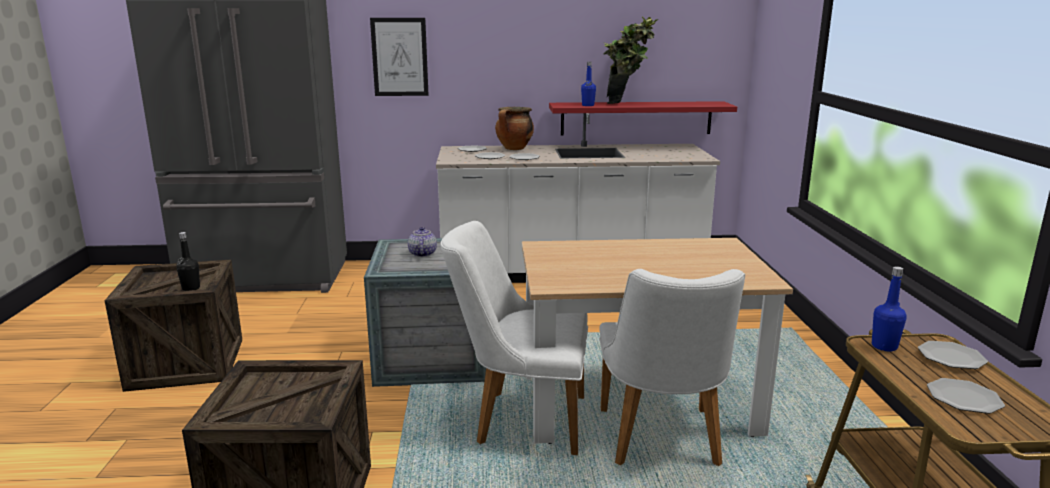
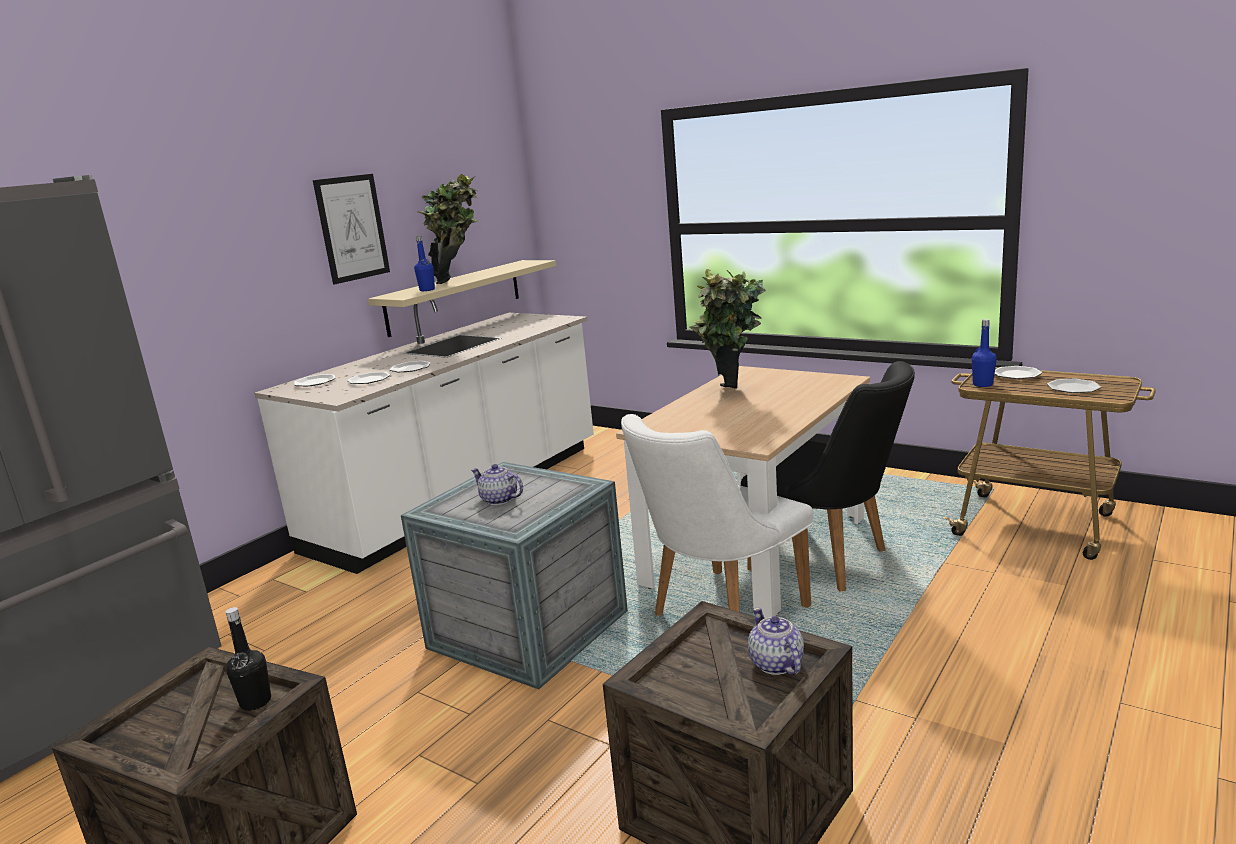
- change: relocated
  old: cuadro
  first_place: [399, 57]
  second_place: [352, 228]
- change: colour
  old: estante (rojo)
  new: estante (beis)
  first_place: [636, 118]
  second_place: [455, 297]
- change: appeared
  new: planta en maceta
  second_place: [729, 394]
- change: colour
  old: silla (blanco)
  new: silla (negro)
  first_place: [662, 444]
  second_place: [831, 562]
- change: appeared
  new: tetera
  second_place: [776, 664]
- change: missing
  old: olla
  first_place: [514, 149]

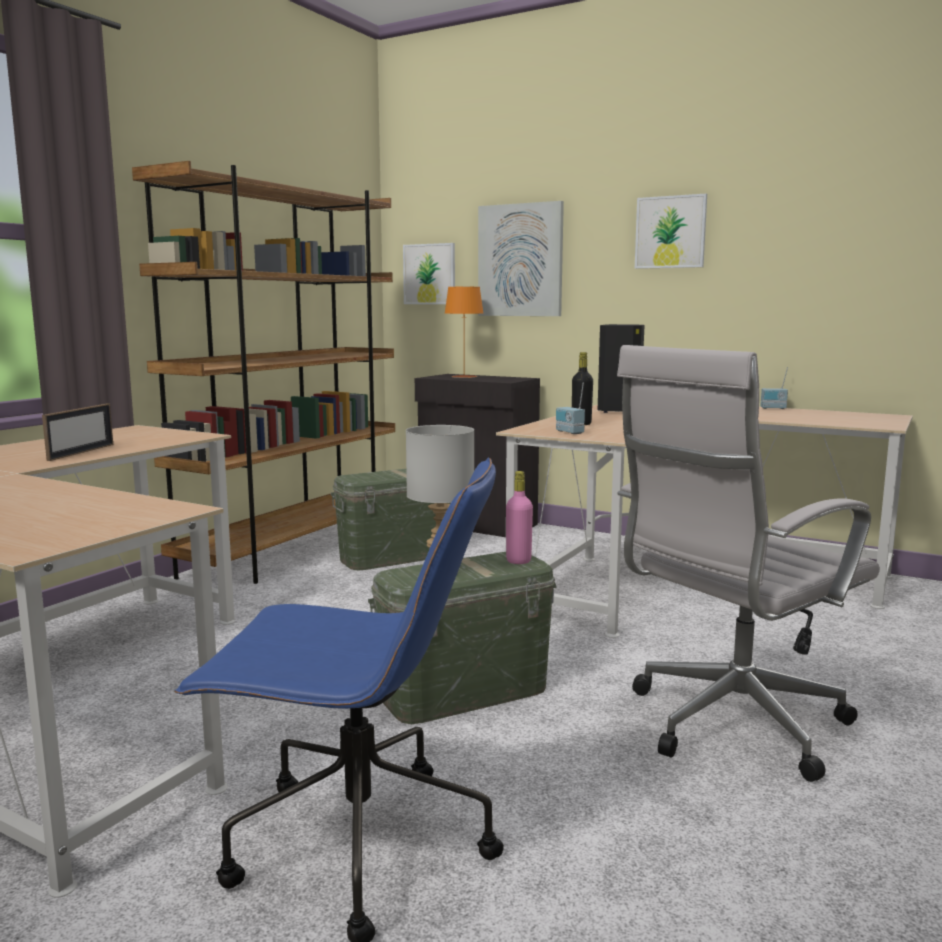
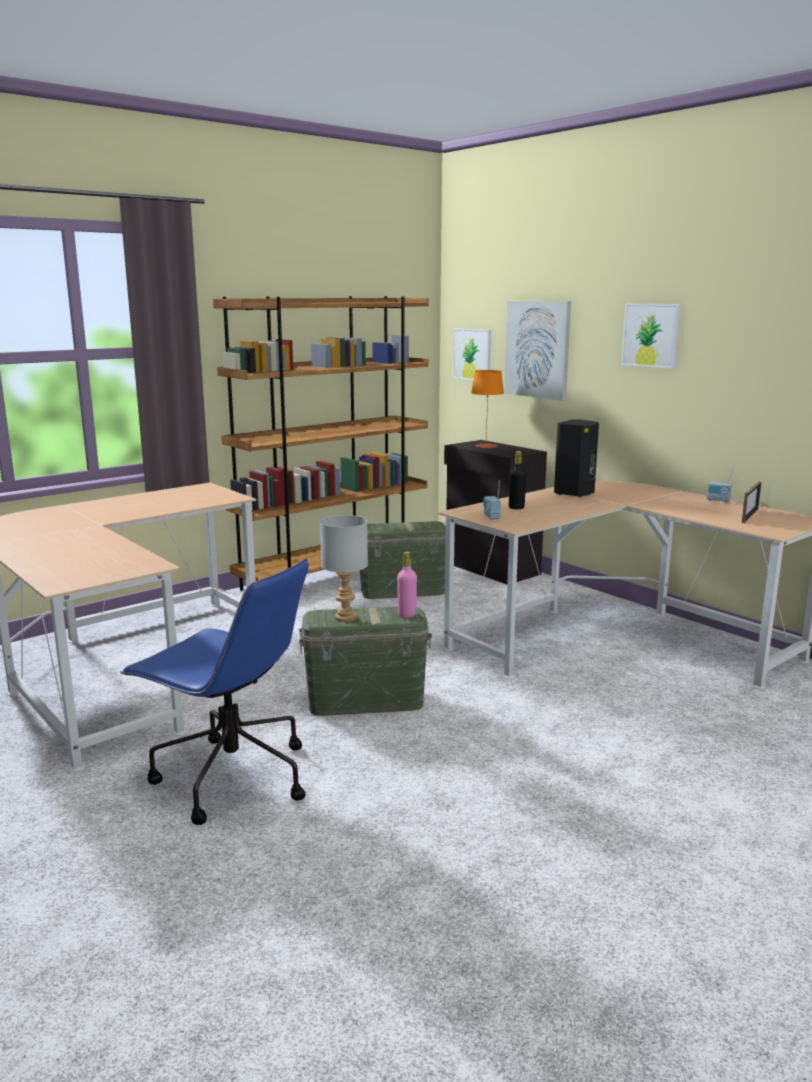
- change: relocated
  old: portarretratos
  first_place: [81, 452]
  second_place: [750, 516]
- change: missing
  old: silla de oficina (blanco)
  first_place: [729, 726]

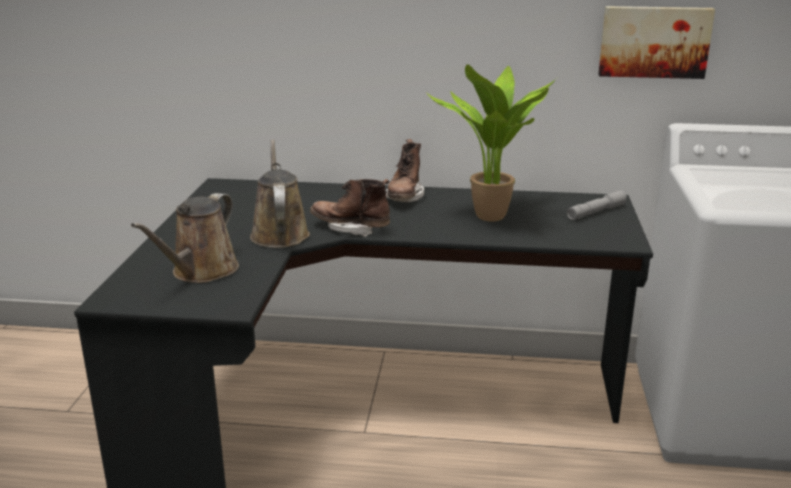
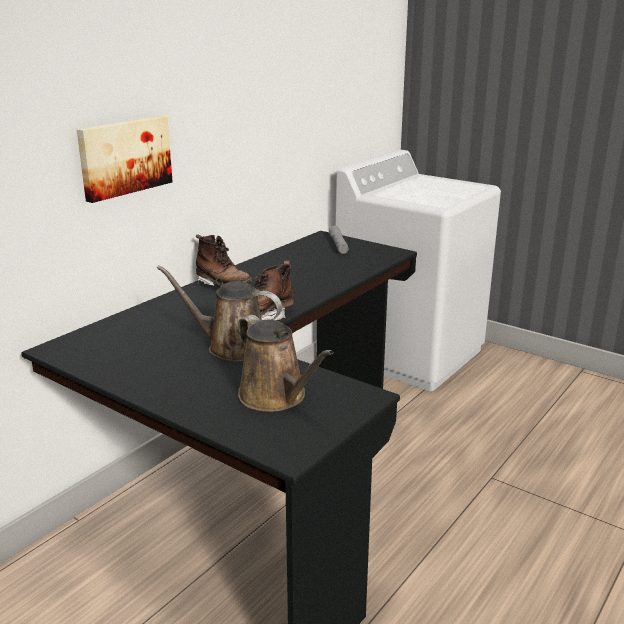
- change: relocated
  old: cuadro
  first_place: [654, 41]
  second_place: [124, 157]
- change: missing
  old: planta en maceta
  first_place: [494, 219]

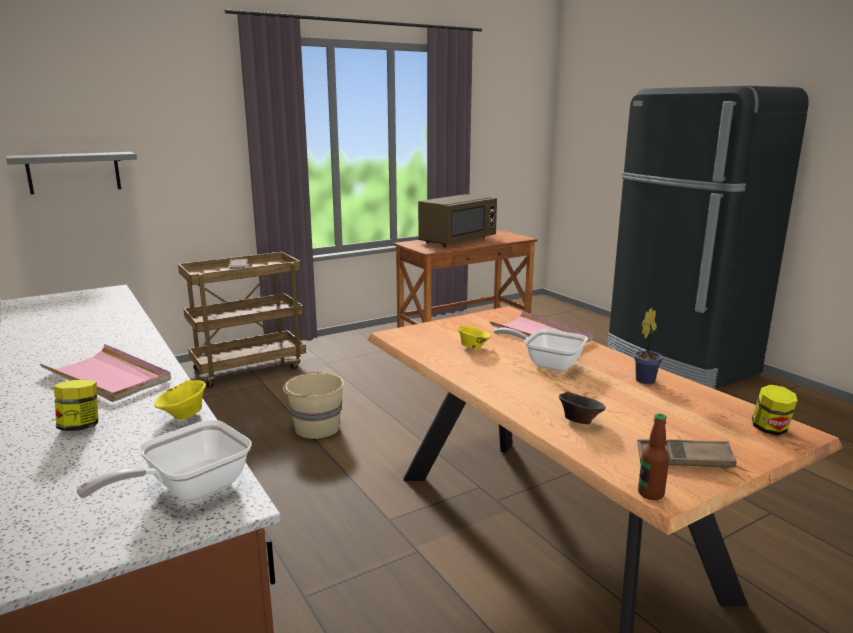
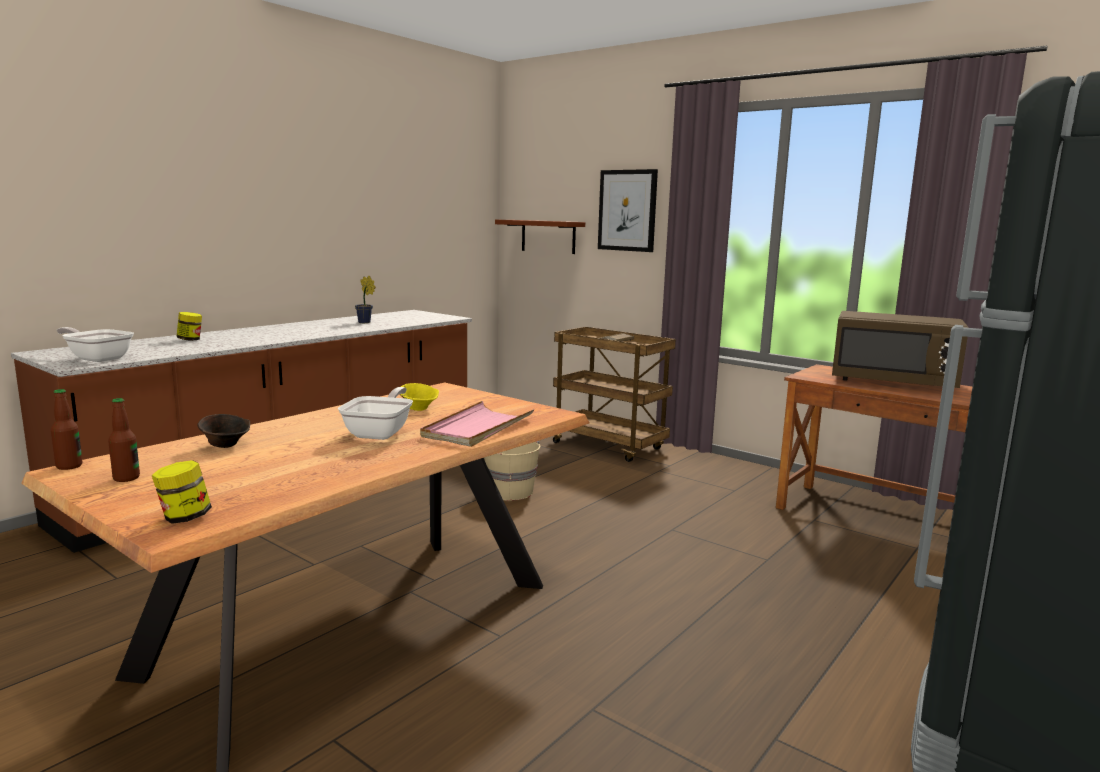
- change: exchanged
  old: bandeja (marrón)
  new: botella
  first_place: [683, 460]
  second_place: [126, 478]
- change: relocated
  old: planta en maceta
  first_place: [646, 379]
  second_place: [365, 322]
- change: colour
  old: estante (gris)
  new: estante (marrón)
  first_place: [74, 172]
  second_place: [548, 236]
- change: appeared
  new: cuadro
  second_place: [627, 210]
- change: missing
  old: bandeja (rosa)
  first_place: [108, 377]
- change: missing
  old: cuenco (amarillo)
  first_place: [183, 415]

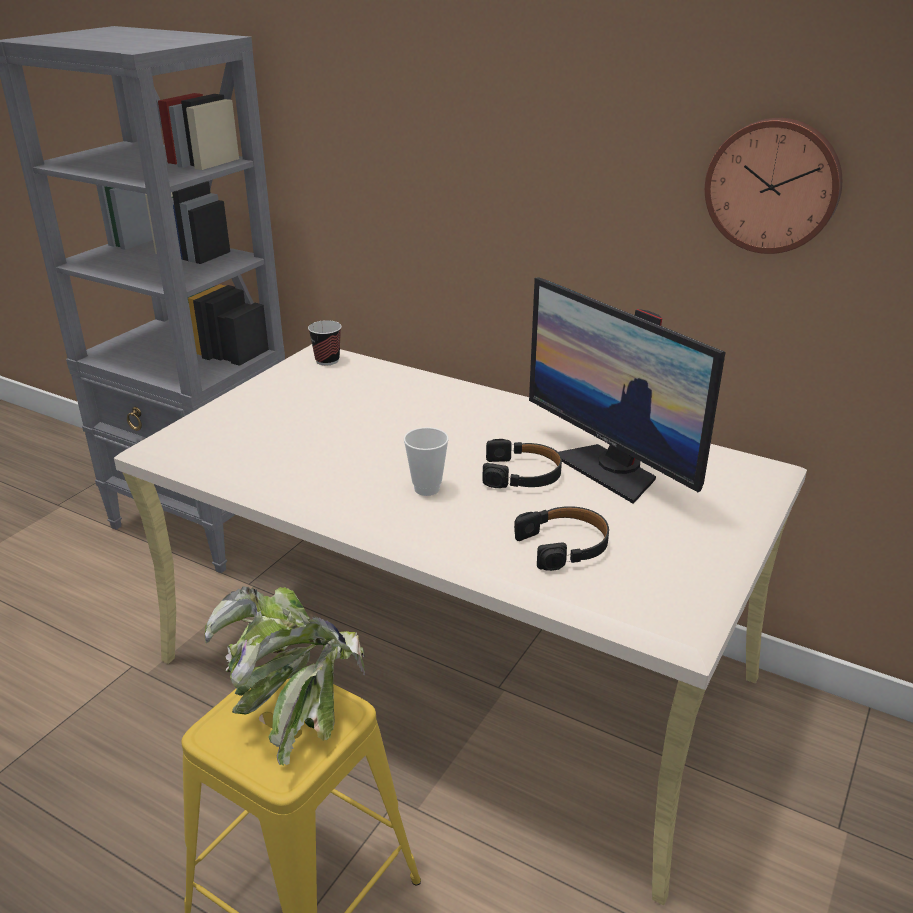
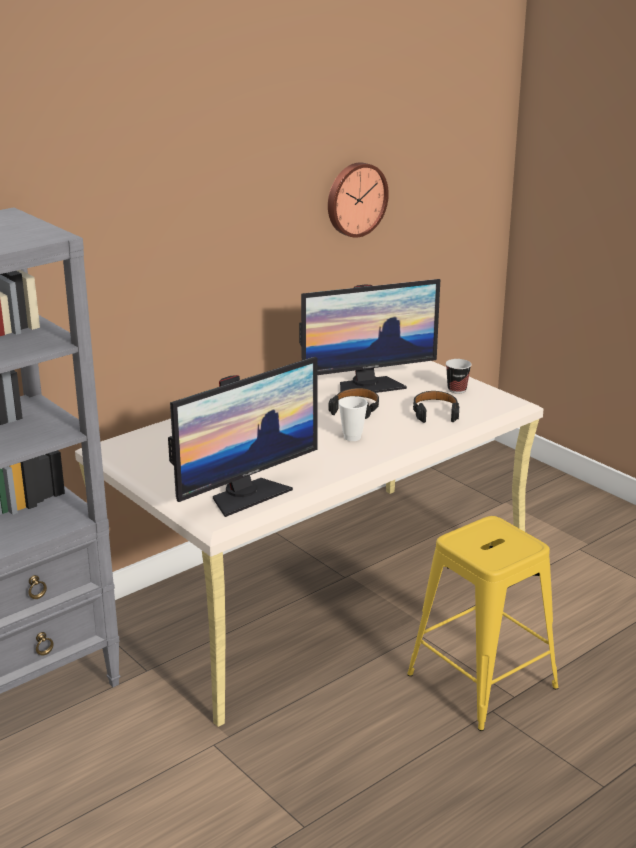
- change: appeared
  new: monitor
  second_place: [246, 495]
- change: relocated
  old: taza
  first_place: [327, 360]
  second_place: [457, 390]
- change: missing
  old: planta en maceta
  first_place: [301, 708]

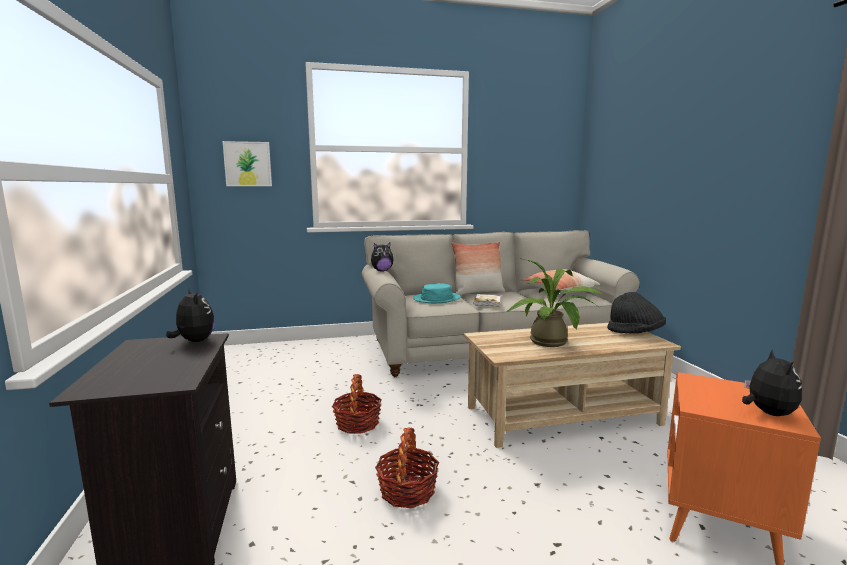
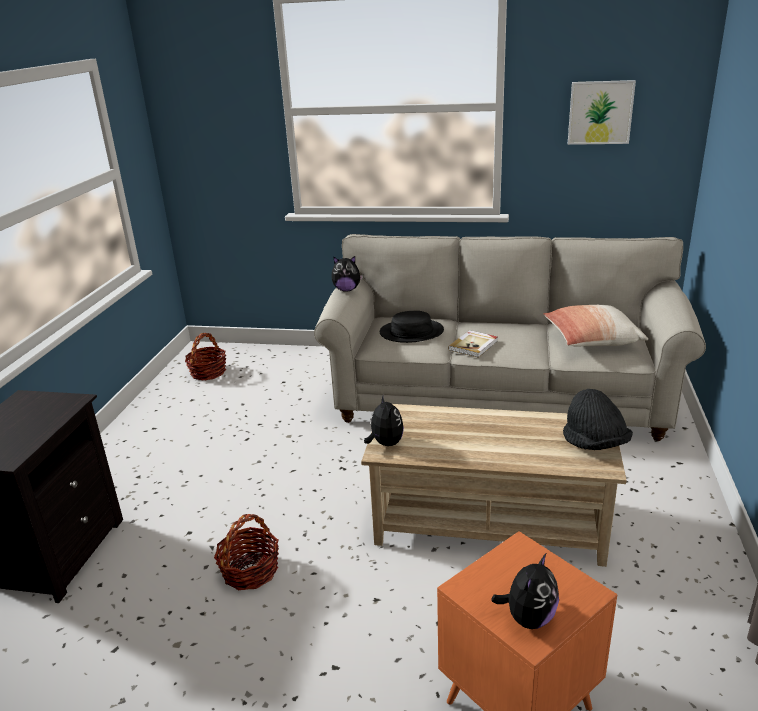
- change: relocated
  old: cesta
  first_place: [357, 423]
  second_place: [208, 372]
- change: relocated
  old: peluche
  first_place: [194, 341]
  second_place: [385, 443]
- change: colour
  old: sombrero (turquesa)
  new: sombrero (negro)
  first_place: [436, 299]
  second_place: [411, 332]
- change: relocated
  old: cuadro
  first_place: [247, 164]
  second_place: [600, 112]
- change: missing
  old: cojín
  first_place: [478, 293]
- change: missing
  old: planta en maceta
  first_place: [552, 343]

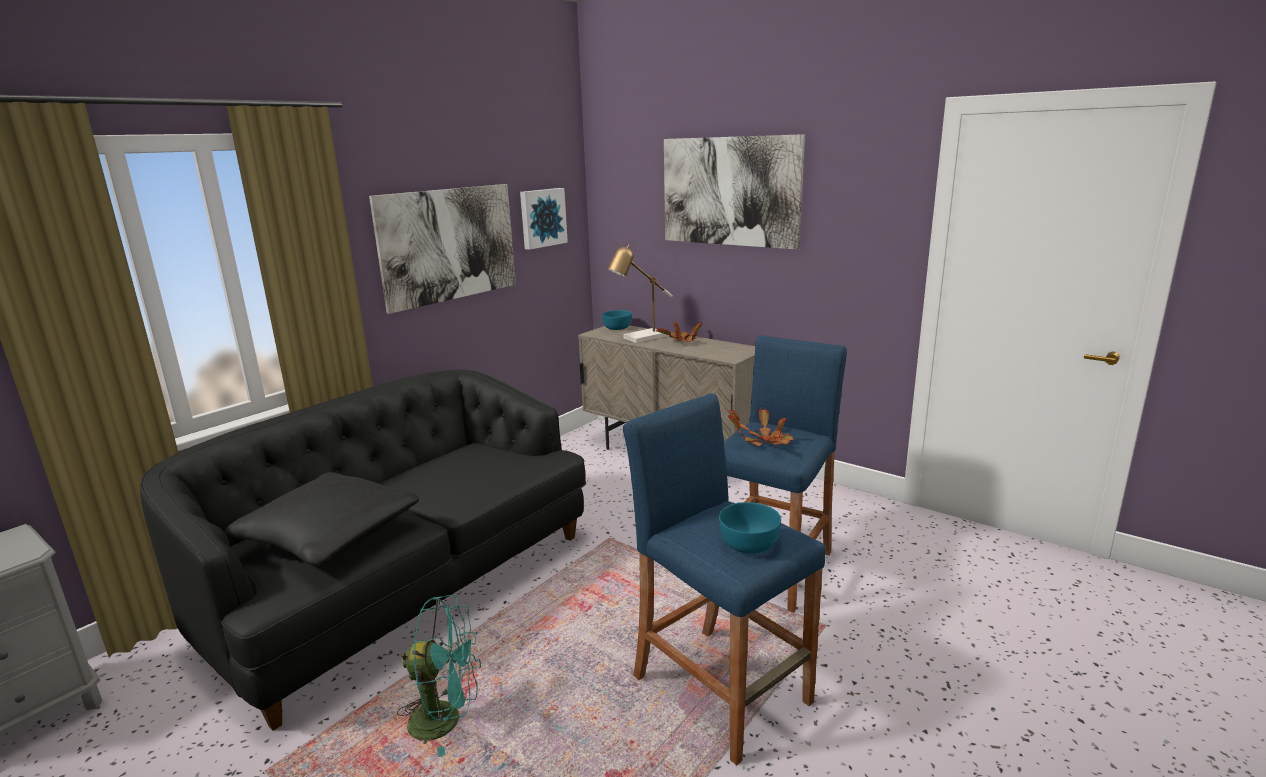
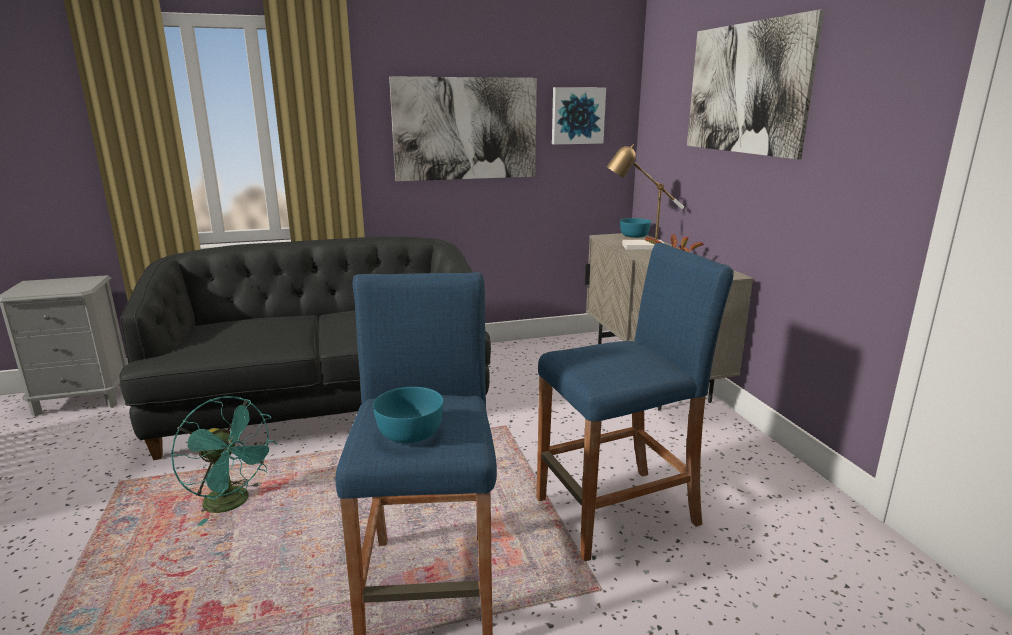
- change: missing
  old: cojín (negro)
  first_place: [329, 536]
- change: missing
  old: planta en maceta
  first_place: [763, 441]

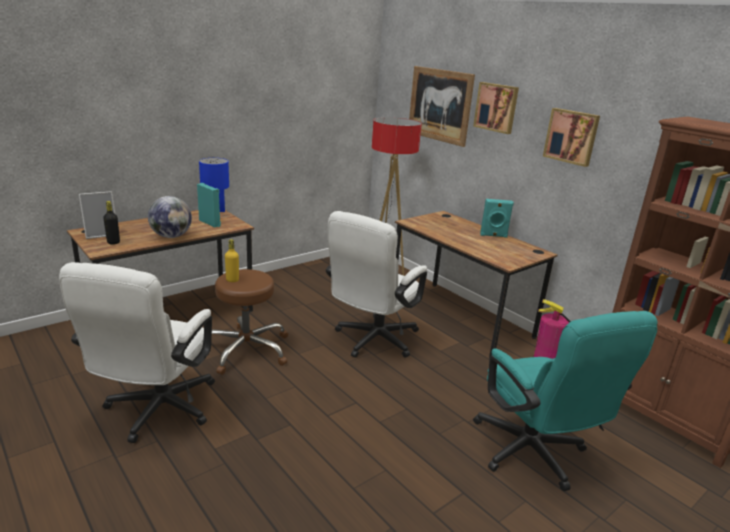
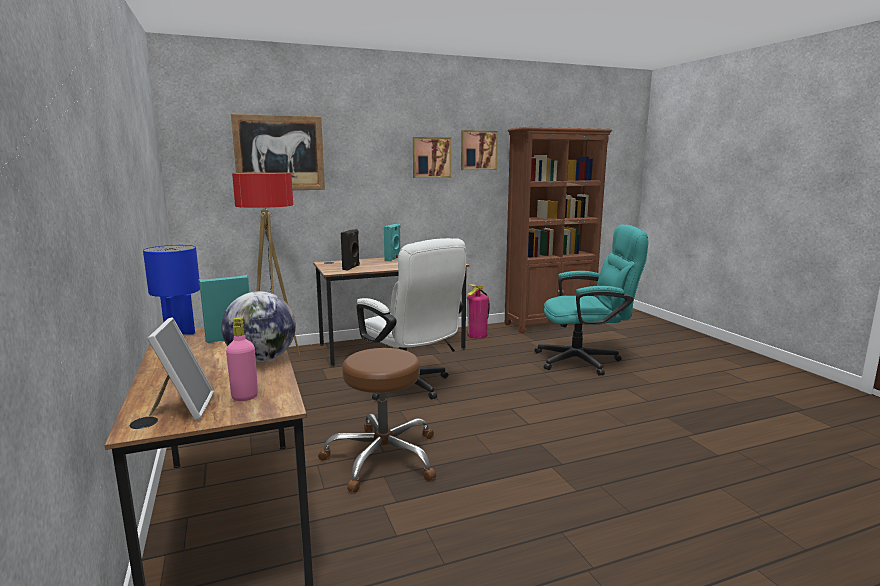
- change: colour
  old: botella (negro)
  new: botella (rosa)
  first_place: [113, 242]
  second_place: [245, 397]
- change: appeared
  new: altavoz (negro)
  second_place: [351, 267]
- change: relocated
  old: cuadro
  first_place: [496, 107]
  second_place: [478, 150]
- change: missing
  old: silla de oficina (blanco)
  first_place: [156, 412]
- change: missing
  old: botella (amarillo)
  first_place: [232, 280]

